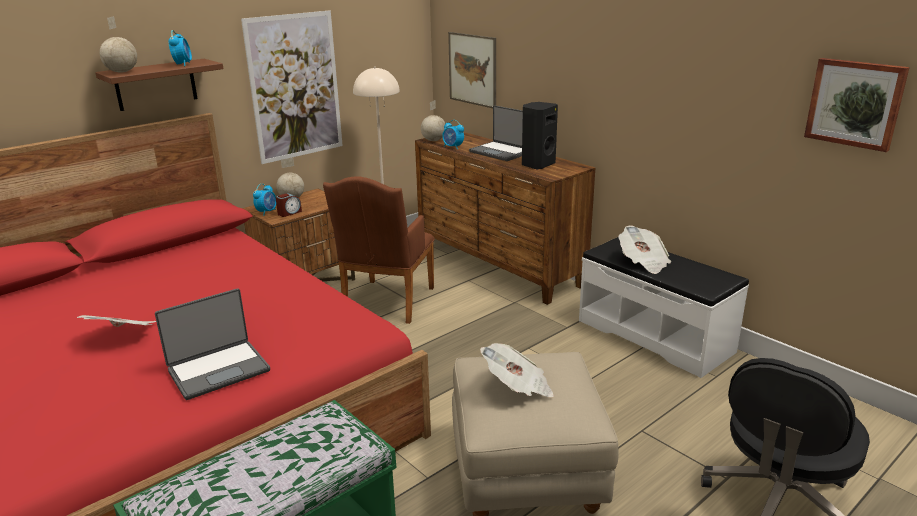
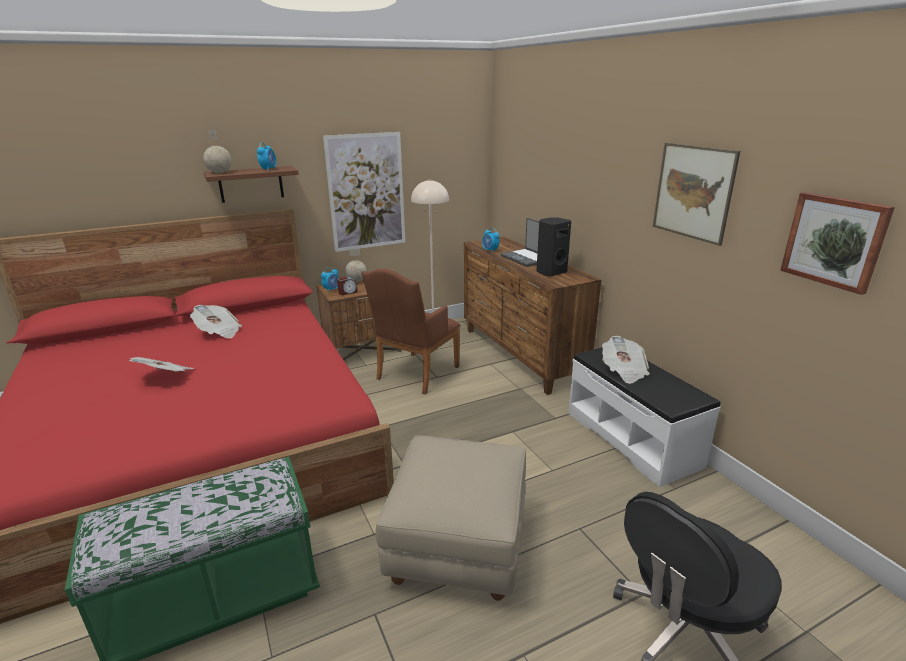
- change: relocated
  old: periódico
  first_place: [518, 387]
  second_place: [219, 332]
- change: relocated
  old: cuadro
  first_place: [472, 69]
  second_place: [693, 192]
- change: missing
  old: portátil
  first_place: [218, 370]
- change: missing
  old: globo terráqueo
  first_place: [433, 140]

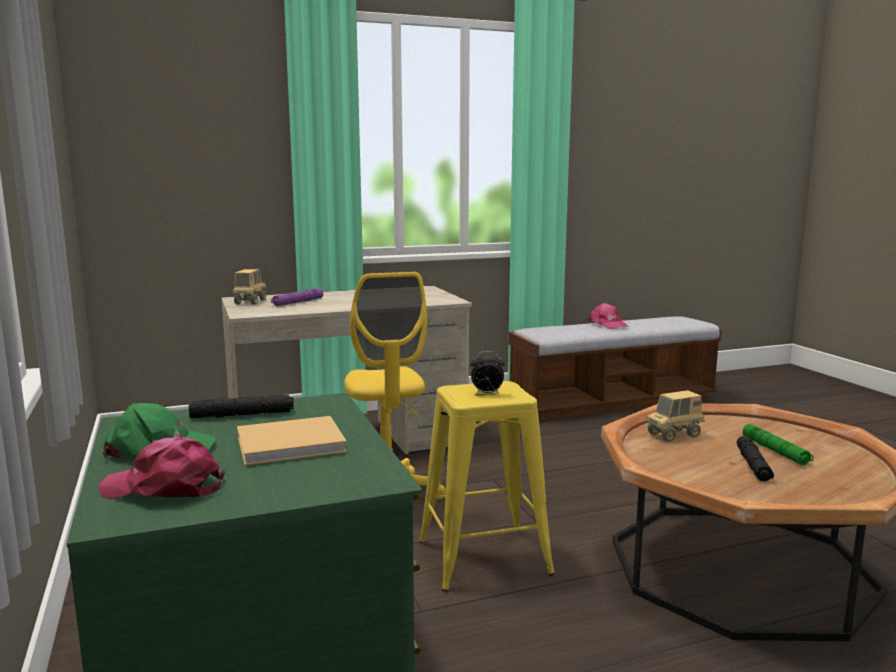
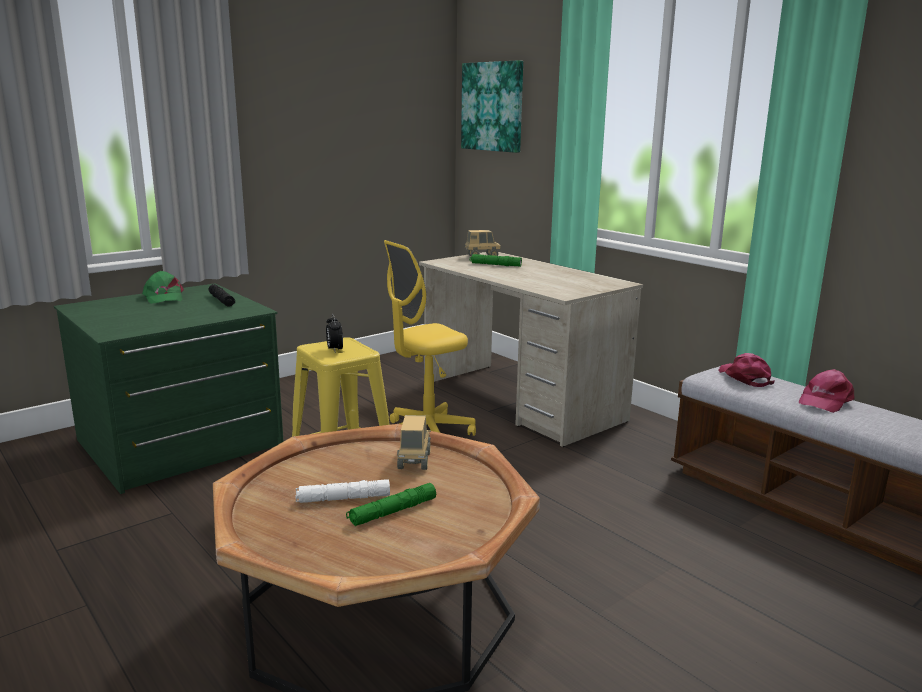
- change: colour
  old: linterna (negro)
  new: linterna (blanco)
  first_place: [753, 465]
  second_place: [343, 498]
- change: spun
  old: camión de juguete
  first_place: [674, 435]
  second_place: [414, 461]
  degrees: 45
- change: appeared
  new: cuadro
  second_place: [493, 106]
- change: colour
  old: linterna (morado)
  new: linterna (verde)
  first_place: [298, 302]
  second_place: [495, 265]
- change: relocated
  old: gorra (rosa)
  first_place: [164, 487]
  second_place: [744, 377]
- change: missing
  old: libro (beis)
  first_place: [294, 444]

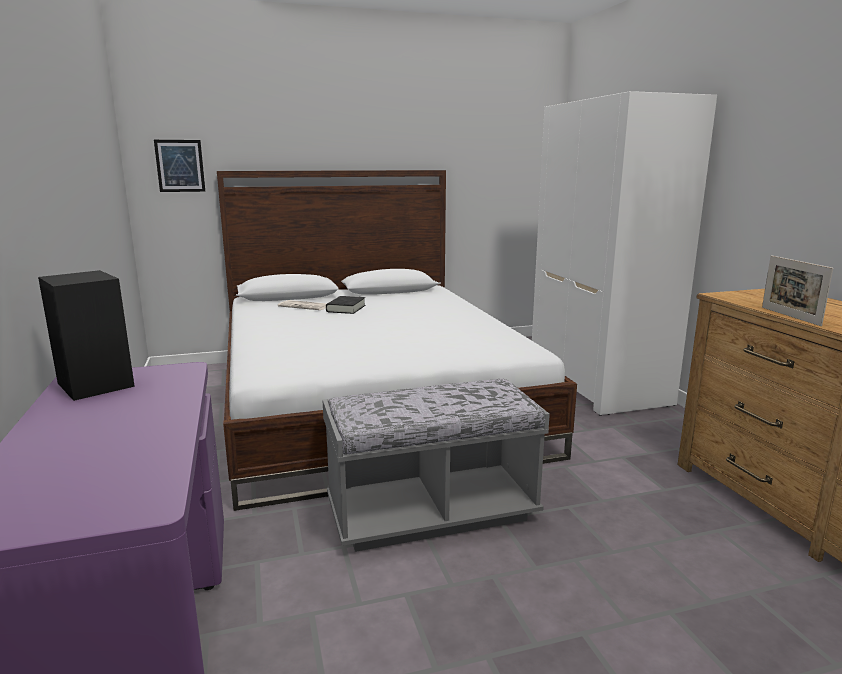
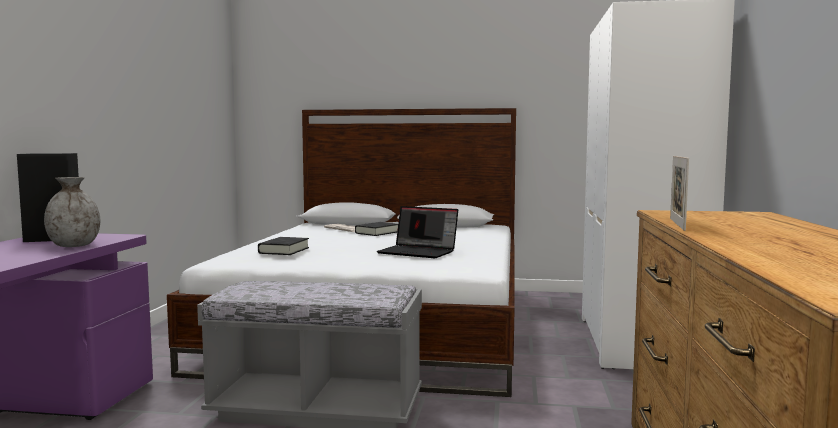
- change: appeared
  new: florero (gris)
  second_place: [74, 246]
- change: appeared
  new: libro (negro)
  second_place: [284, 250]
- change: appeared
  new: portátil
  second_place: [419, 252]
- change: missing
  old: cuadro
  first_place: [180, 166]

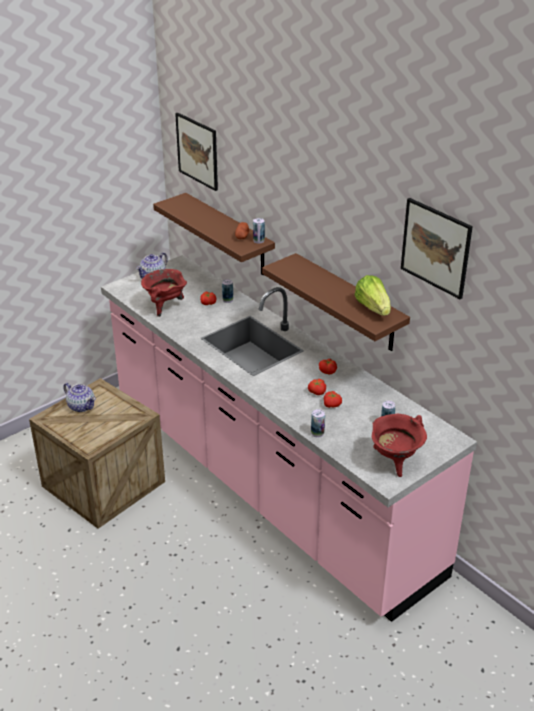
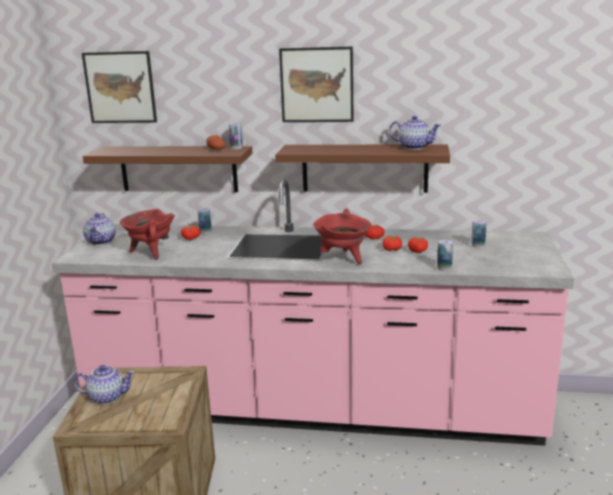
- change: relocated
  old: cuadro
  first_place: [436, 247]
  second_place: [317, 85]
- change: relocated
  old: olla (rojo)
  first_place: [395, 461]
  second_place: [343, 259]
- change: exchanged
  old: lechuga
  new: tetera
  first_place: [373, 308]
  second_place: [414, 147]

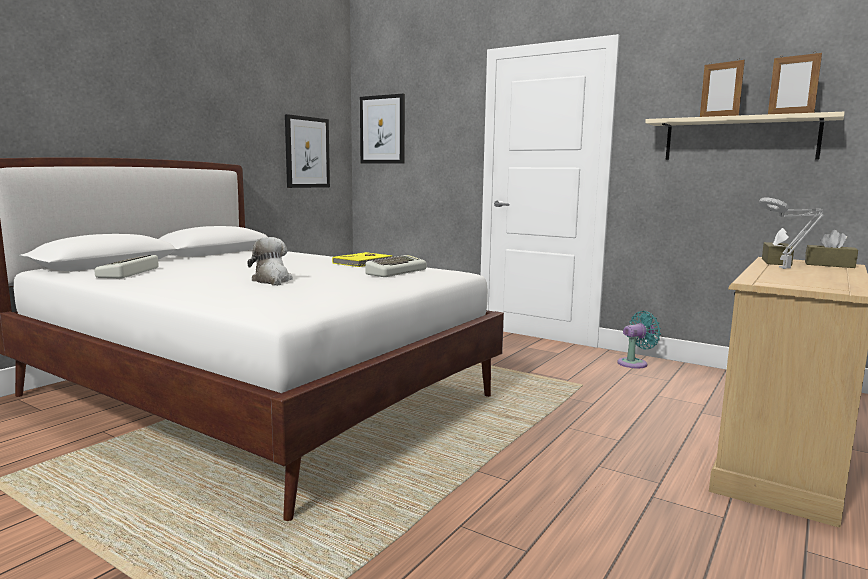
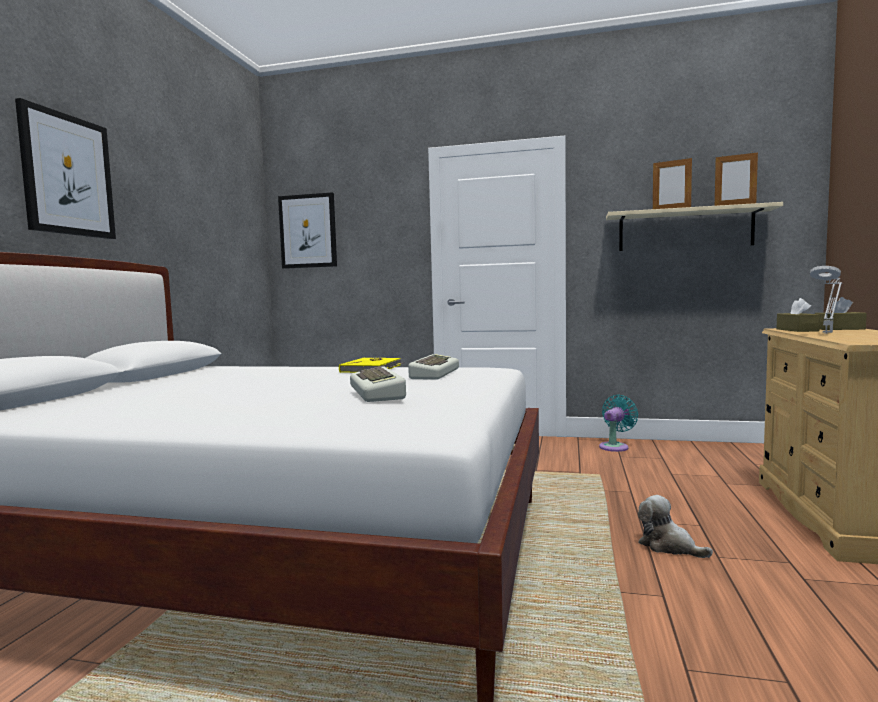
- change: relocated
  old: cuadro
  first_place: [307, 152]
  second_place: [67, 175]
- change: relocated
  old: teclado
  first_place: [130, 273]
  second_place: [379, 392]
- change: relocated
  old: peluche
  first_place: [272, 281]
  second_place: [668, 546]

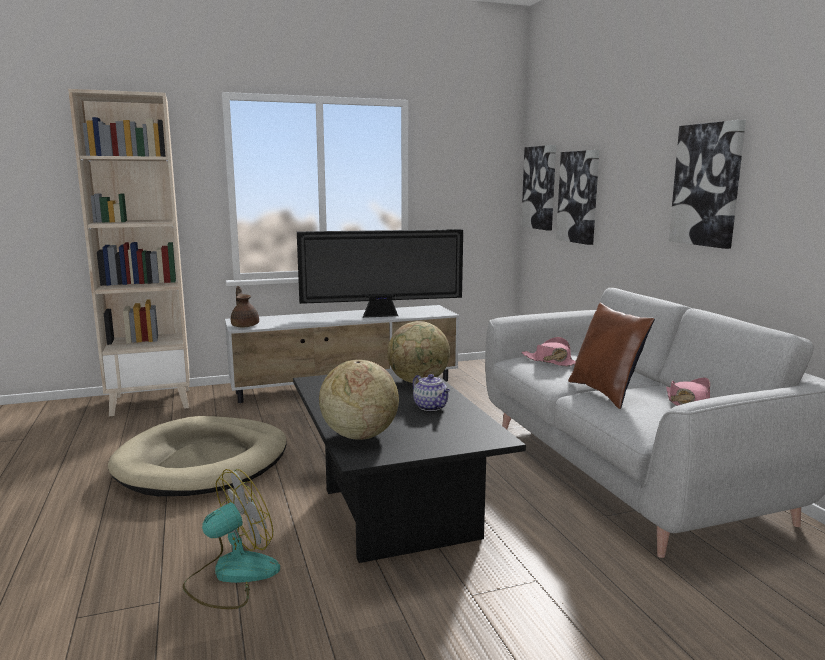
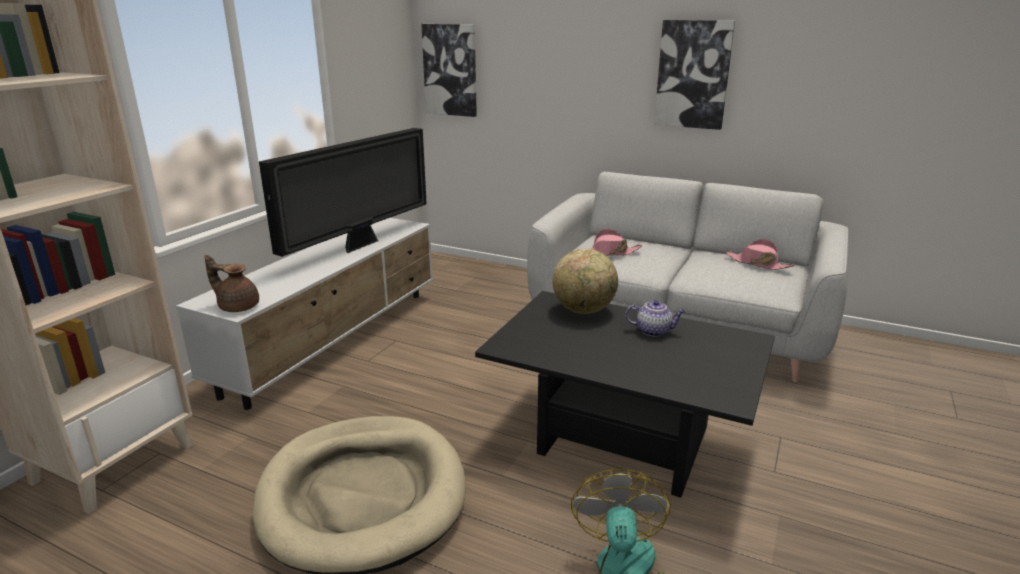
- change: missing
  old: globo terráqueo
  first_place: [359, 436]
- change: missing
  old: cuadro
  first_place: [579, 197]
- change: missing
  old: cojín (marrón)
  first_place: [606, 393]

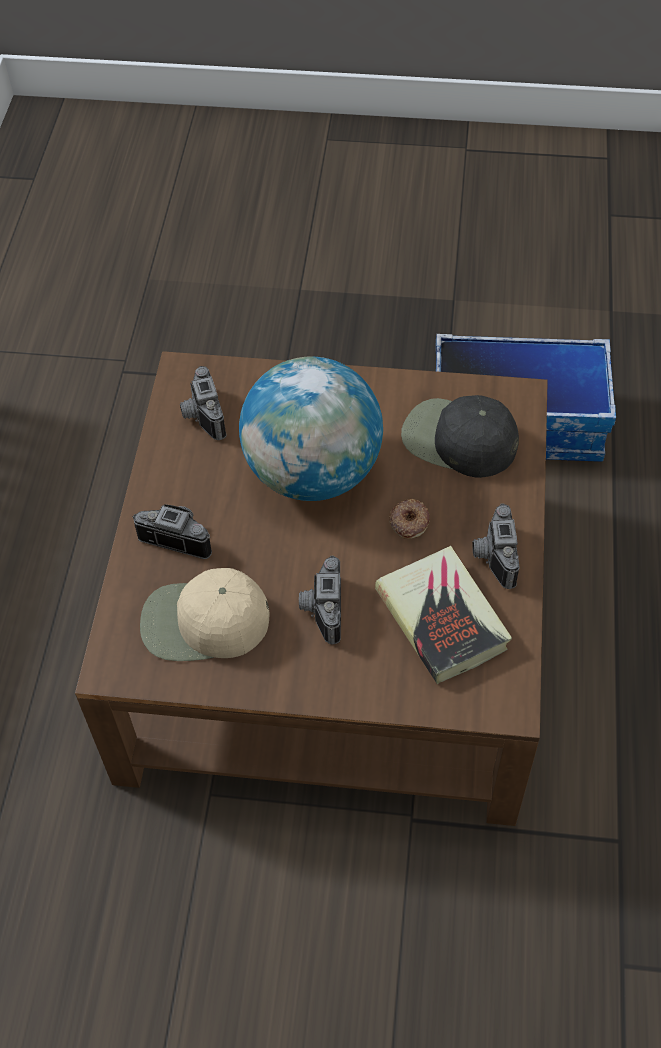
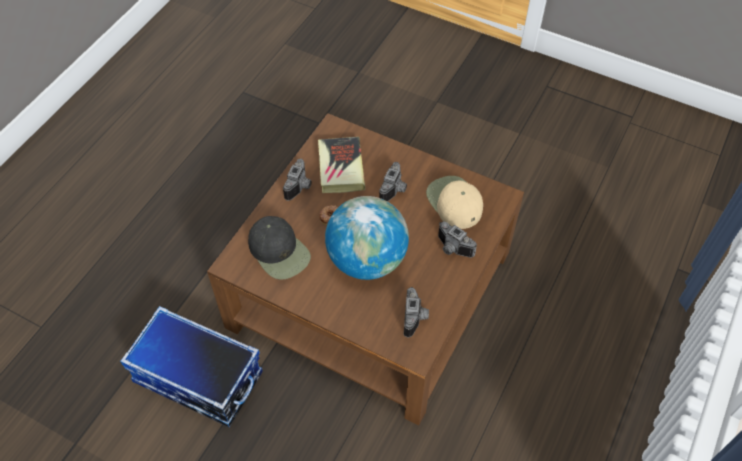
- change: spun
  old: gorra (beis)
  first_place: [203, 622]
  second_place: [454, 202]
  degrees: -135

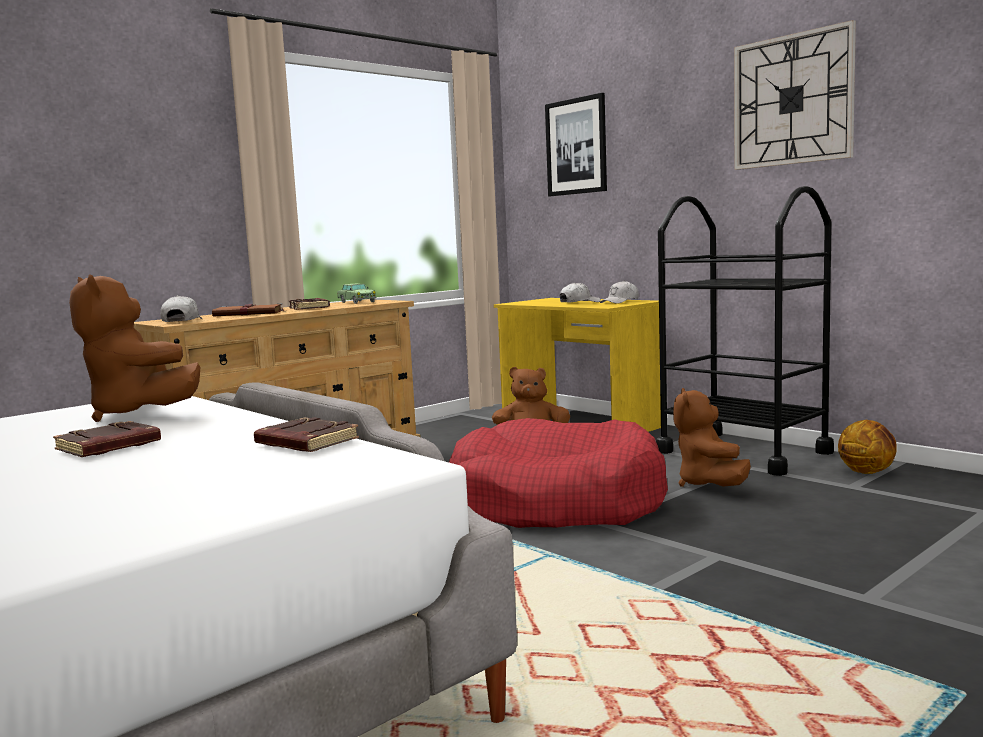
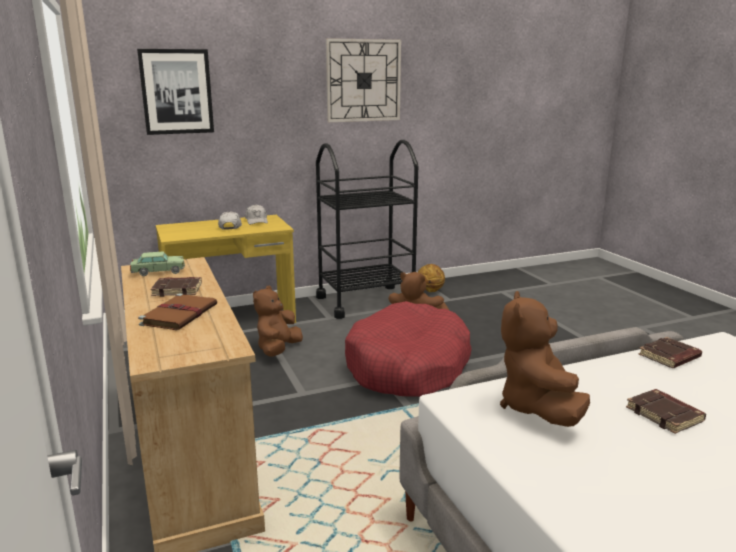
- change: spun
  old: peluche (marrón)
  first_place: [138, 414]
  second_place: [537, 408]
  degrees: 120
- change: missing
  old: gorra (blanco)
  first_place: [182, 321]

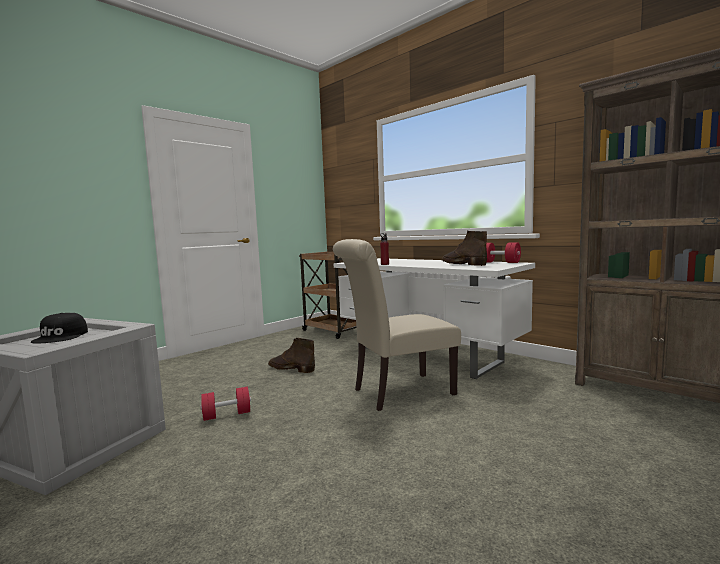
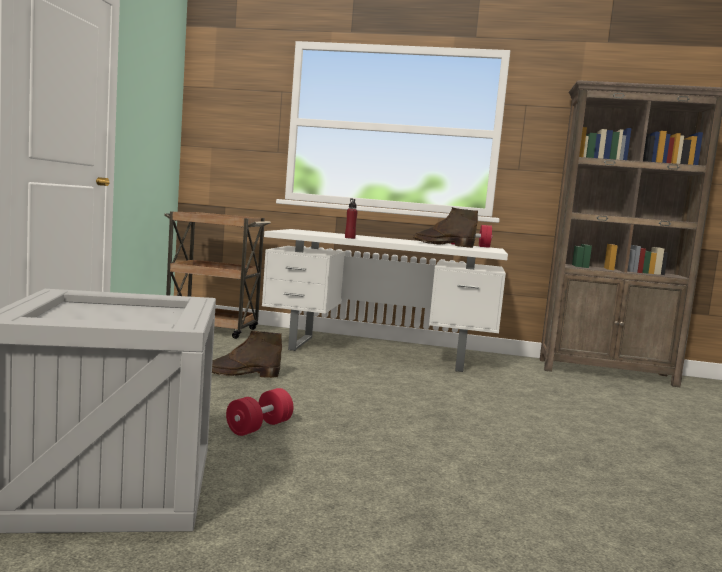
- change: missing
  old: gorra (negro)
  first_place: [61, 336]
- change: missing
  old: silla (beis)
  first_place: [397, 392]

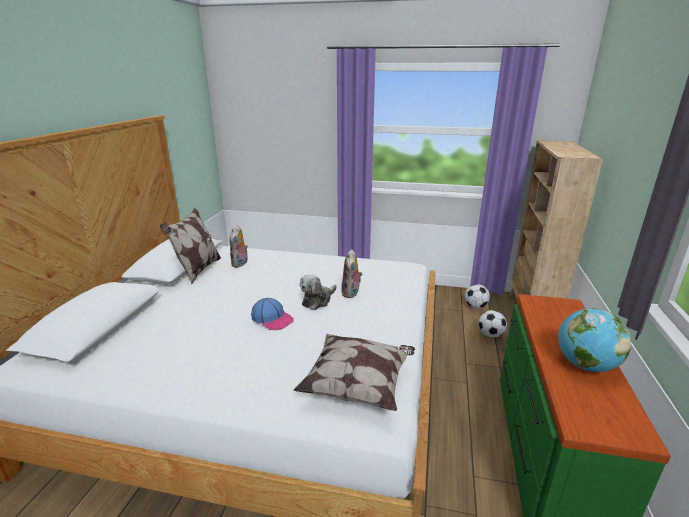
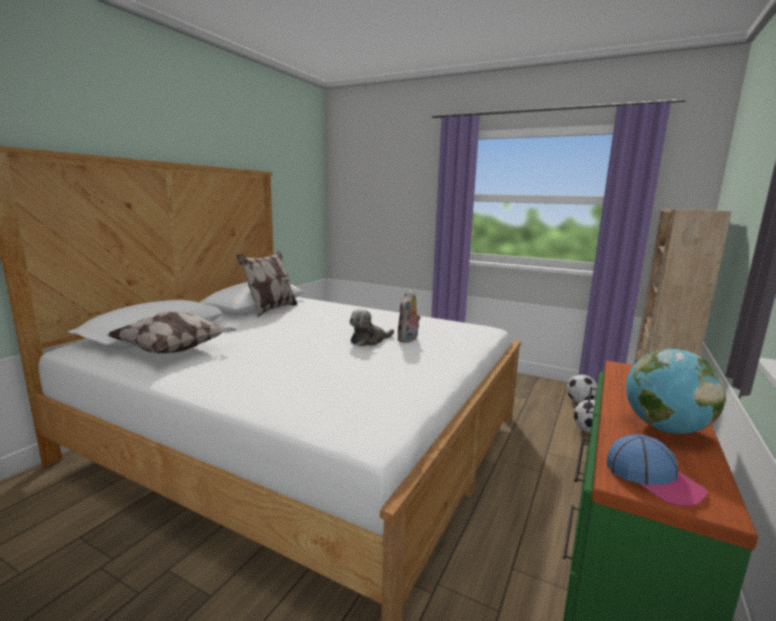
- change: relocated
  old: cojín
  first_place: [358, 385]
  second_place: [176, 351]
- change: relocated
  old: gorra
  first_place: [272, 319]
  second_place: [653, 478]
- change: missing
  old: peluche
  first_place: [240, 264]

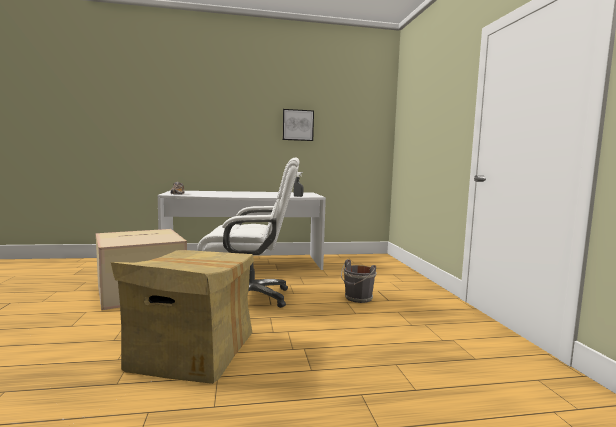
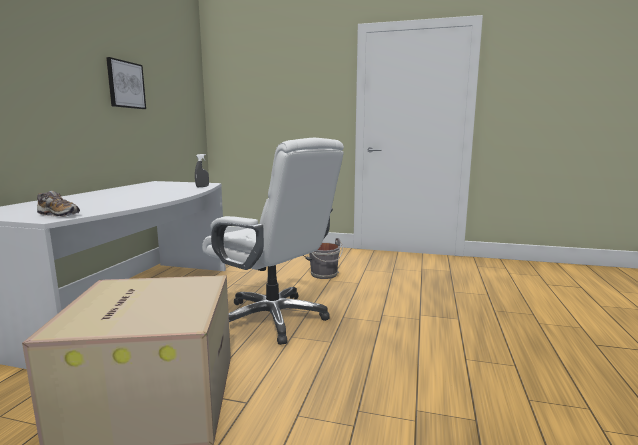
- change: spun
  old: silla de oficina (blanco)
  first_place: [250, 297]
  second_place: [274, 318]
  degrees: 105
- change: missing
  old: caja de cartón
  first_place: [192, 352]

